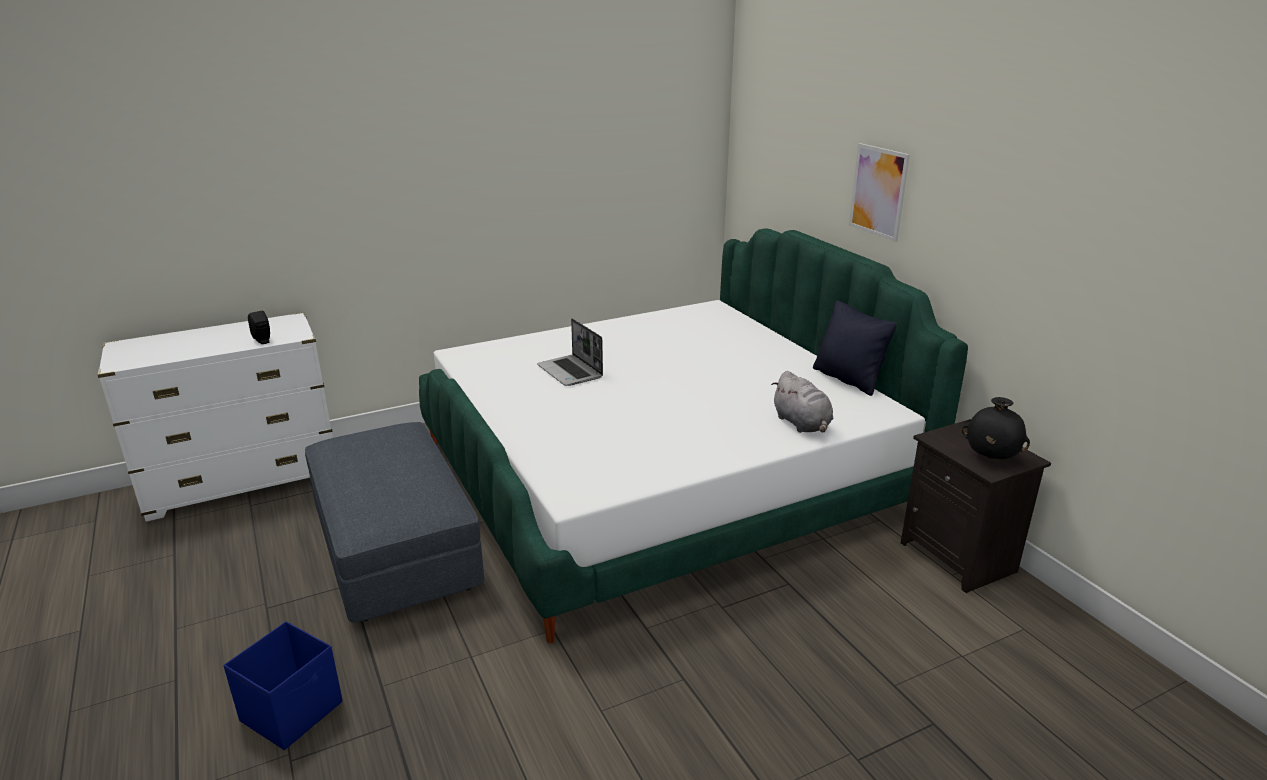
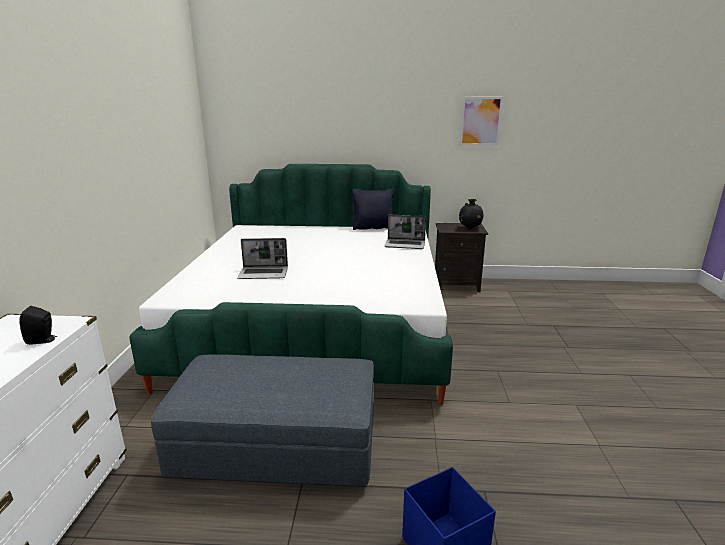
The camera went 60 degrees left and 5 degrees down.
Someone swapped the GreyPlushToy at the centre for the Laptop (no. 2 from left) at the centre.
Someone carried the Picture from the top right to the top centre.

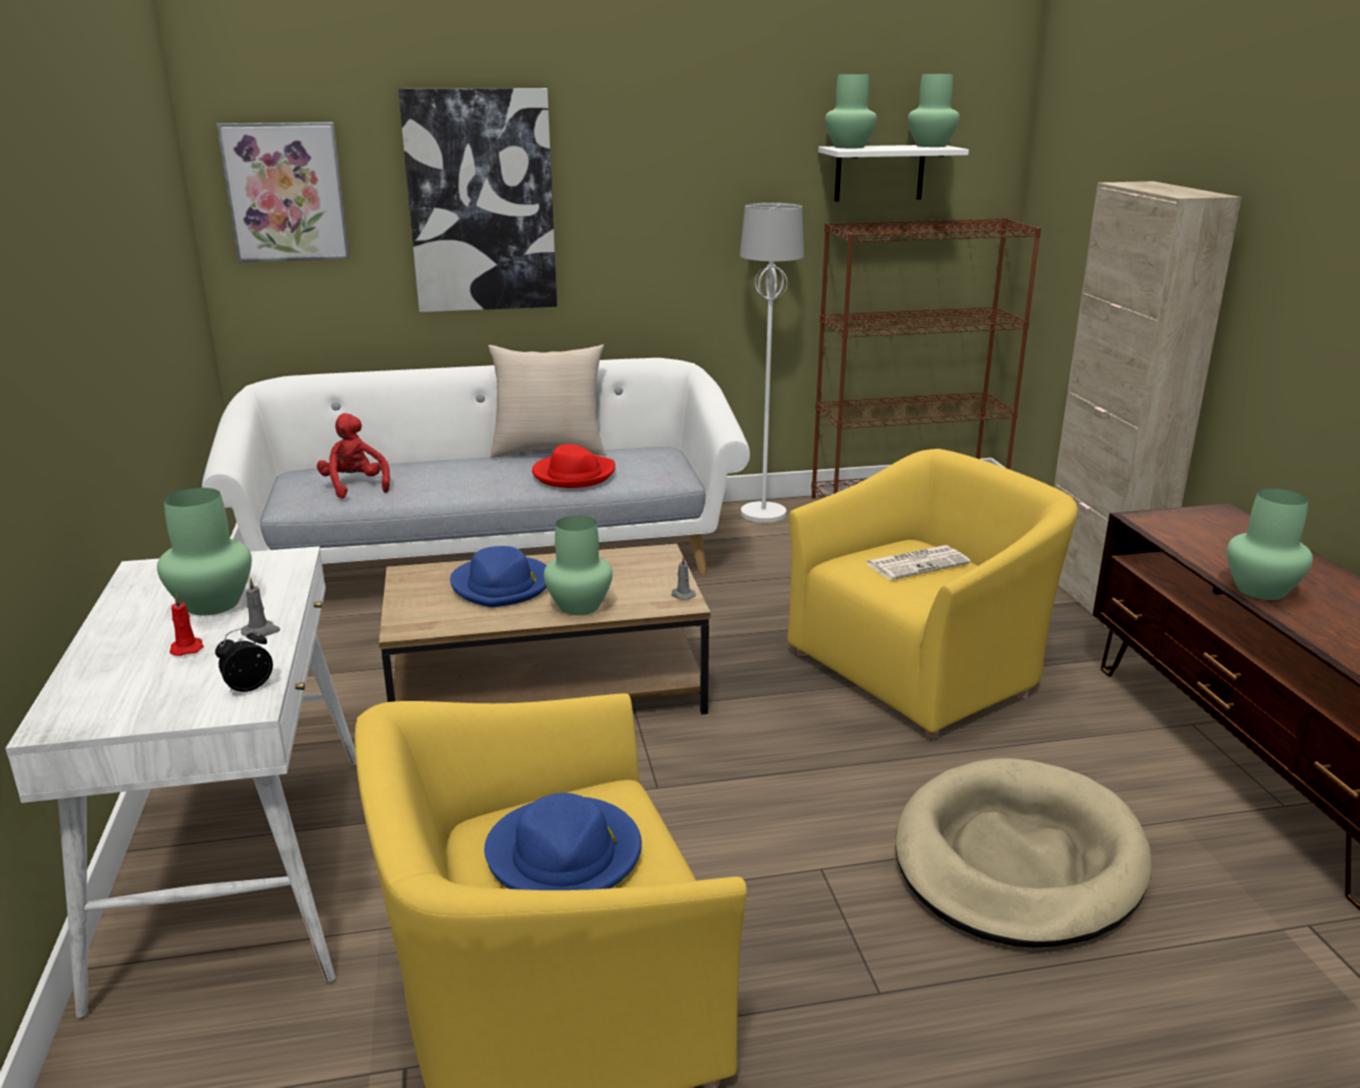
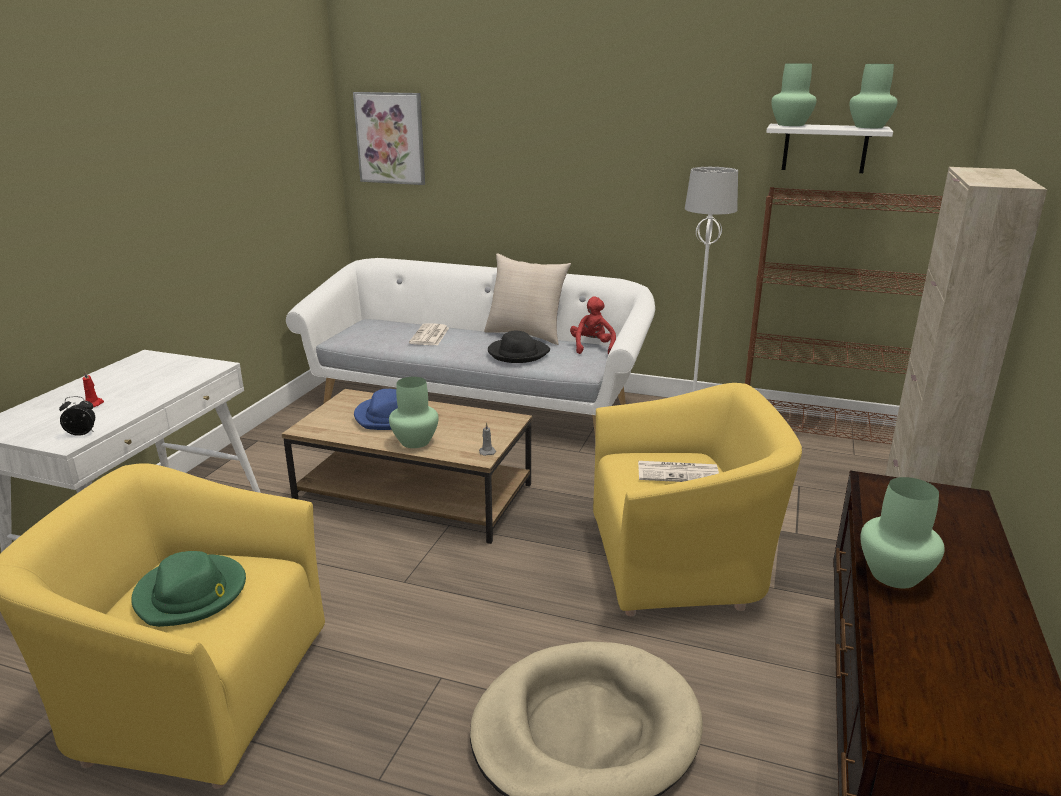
The camera went 30 degrees right and 0 degrees up.
Someone repainted the BlueHat (no. 2 from left) at the bottom centre, which became the GreenHat at the bottom left.
Someone put down the Newspaper (no. 1 from left) at the centre.
Someone repainted the RedHat at the centre, which became the BlackHat at the centre.
Someone carried the RedPlushToy from the middle left to the centre.
Someone took away the GreenVase (no. 1 from left) at the middle left.
Someone took away the GreyCandle (no. 1 from left) at the middle left.
Someone took away the Picture (no. 2 from left) at the top centre.

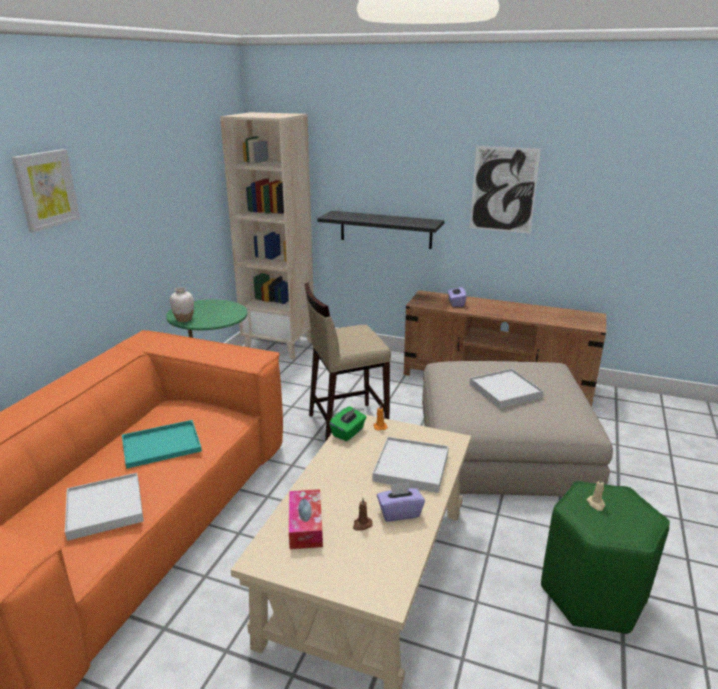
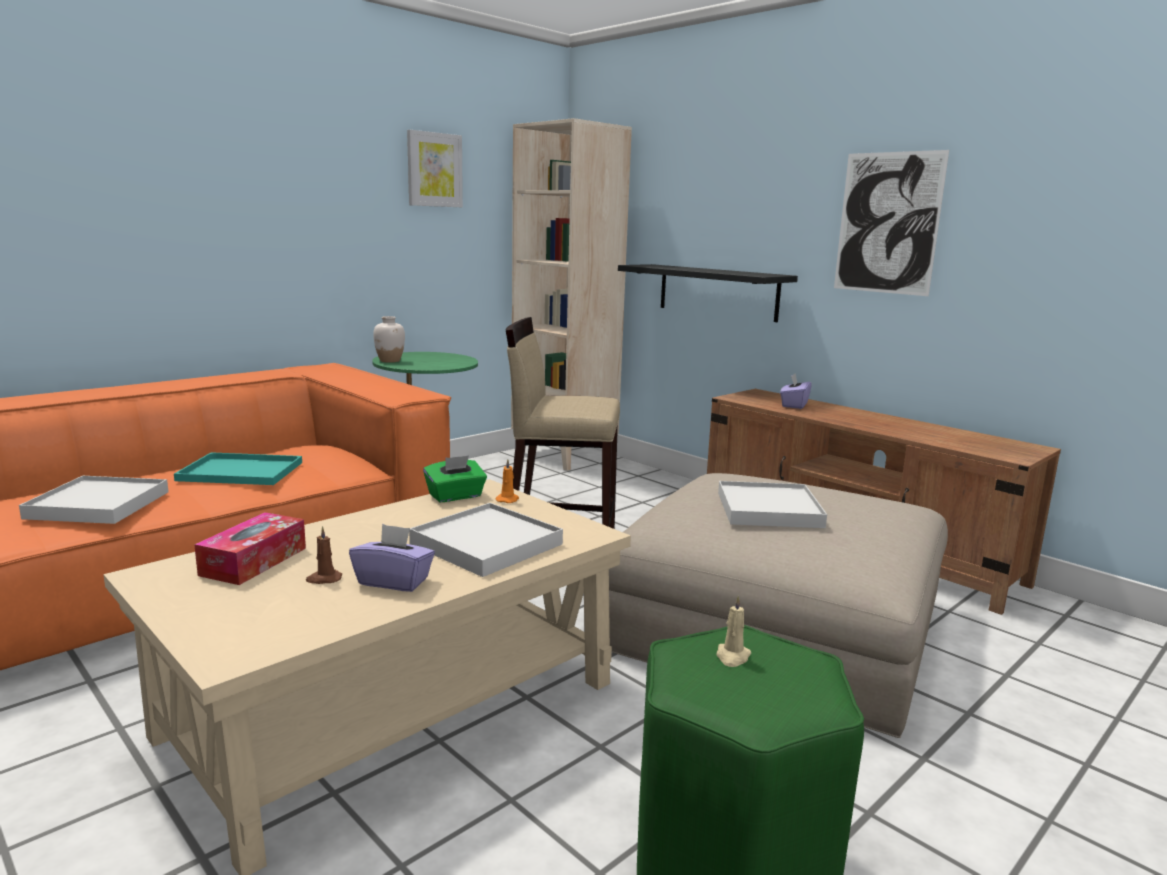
The camera went 25 degrees right and 10 degrees down.
Someone carried the Picture (no. 1 from left) from the top left to the top centre.

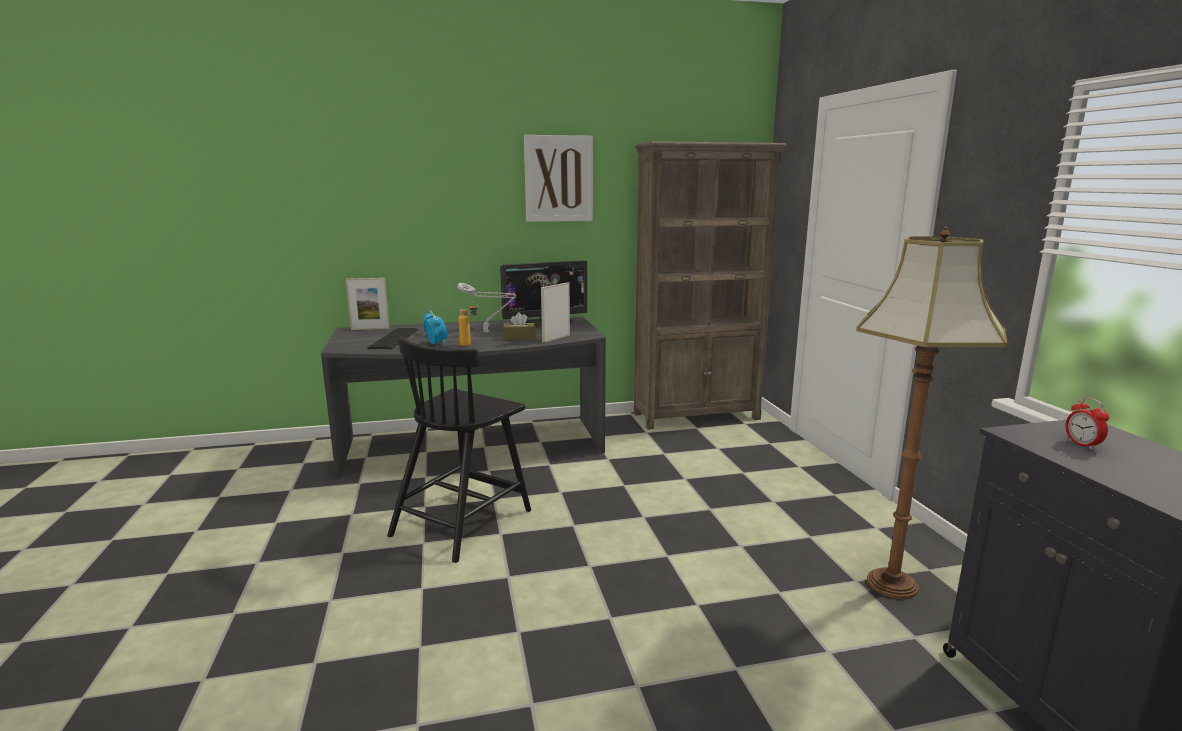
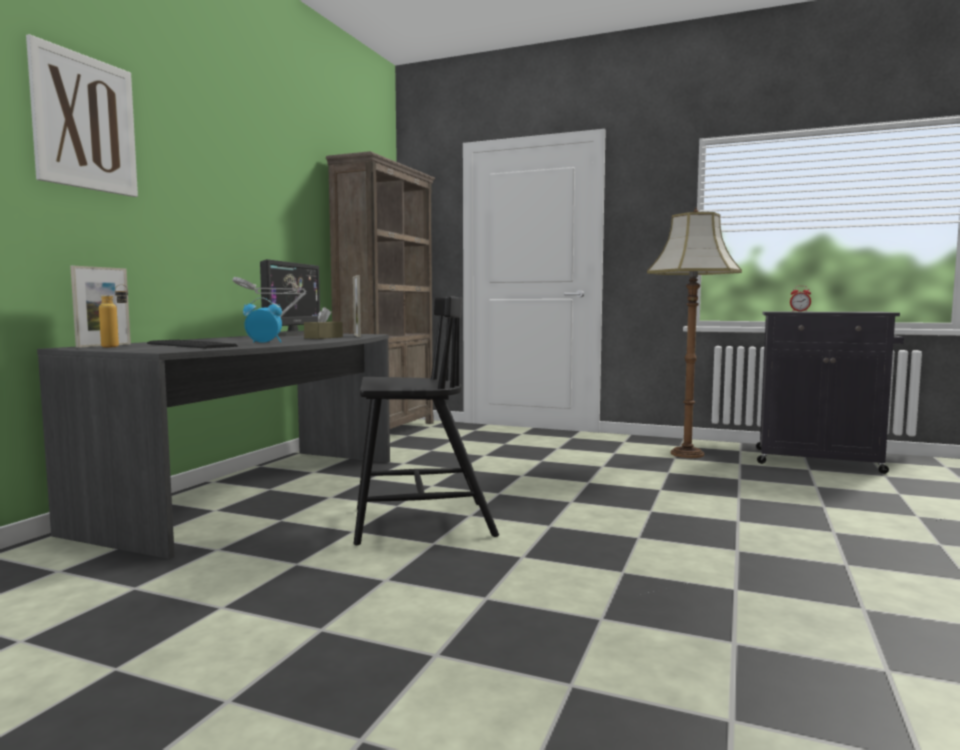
The camera went 55 degrees left and 10 degrees down.
Someone carried the Picture from the top centre to the top left.
Someone carried the Bottle from the centre to the middle left.
Someone rotated the BlackChair at the centre by 75 degrees counterclockwise.

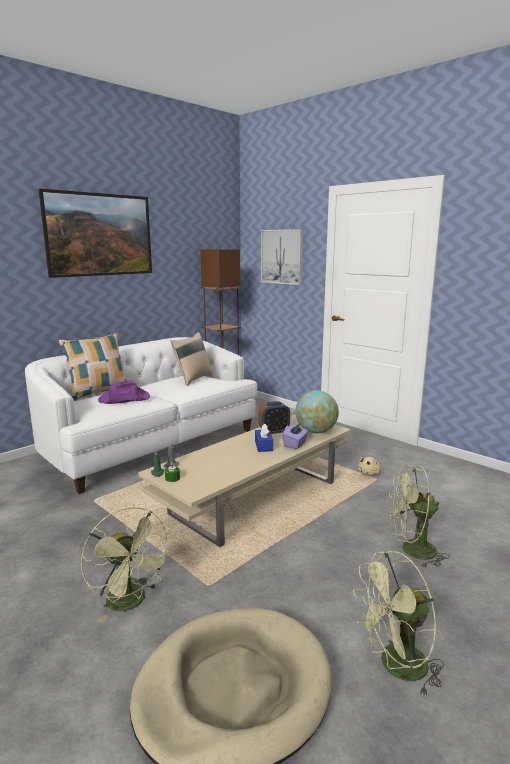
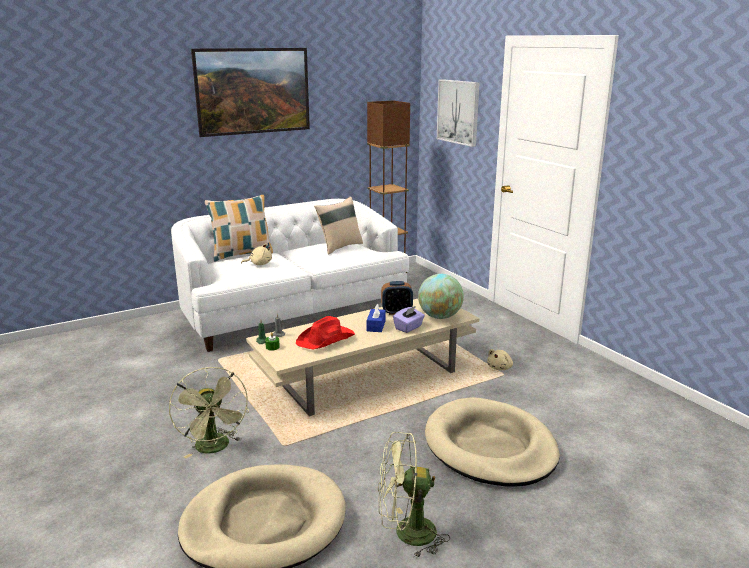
The camera went 15 degrees right and 5 degrees up.
Someone swapped the PurpleHat at the middle left for the BeigePlushToy (no. 1 from left) at the centre.
Someone put down the RedHat at the centre.
Someone swapped the GreenFan (no. 3 from left) at the bottom right for the BeigeDogBed (no. 2 from left) at the bottom centre.

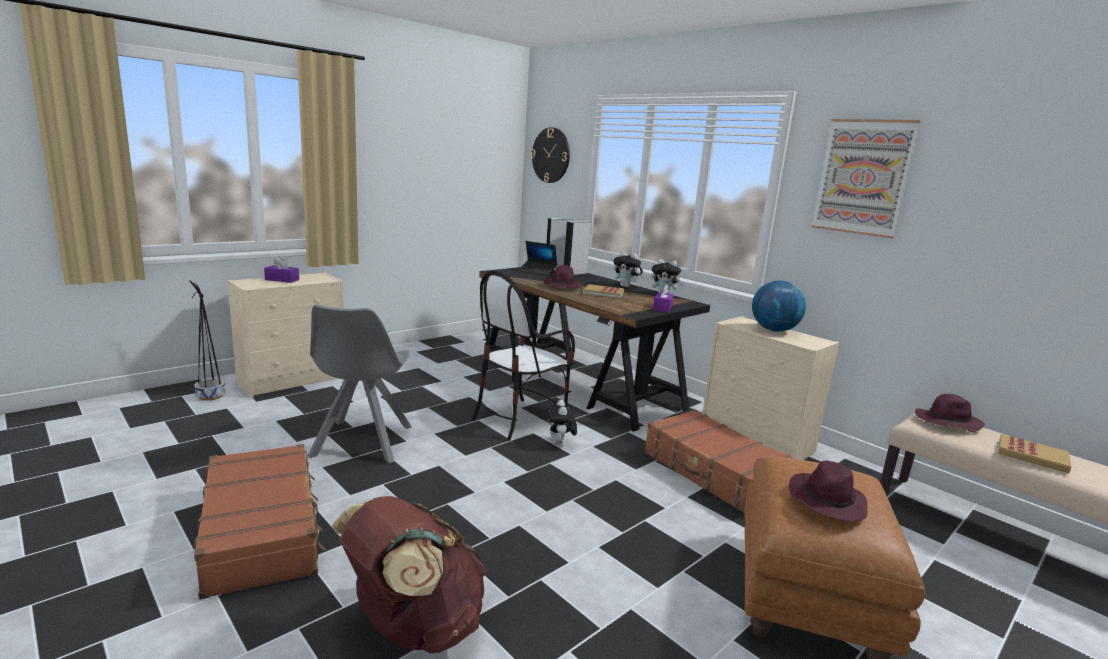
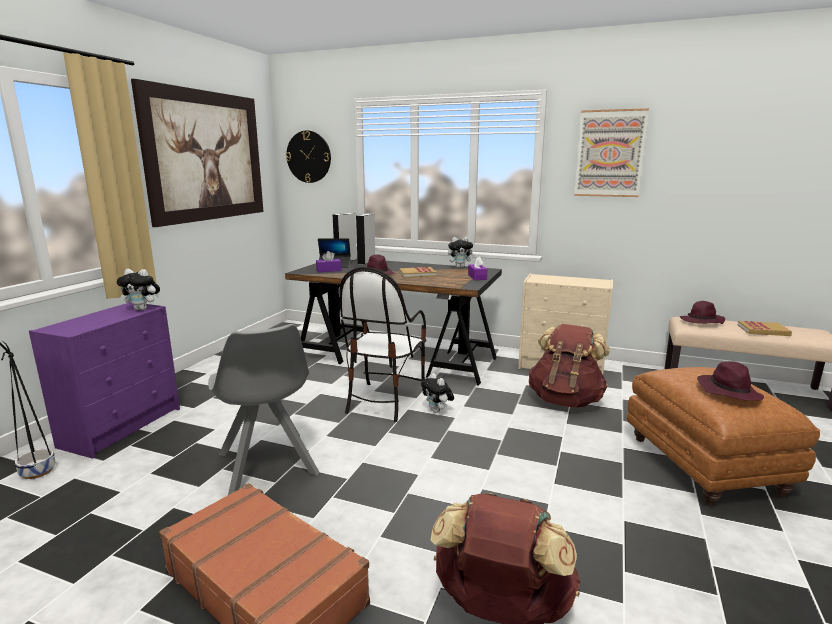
The camera went 25 degrees left and 0 degrees up.
Someone repainted the BeigeDresser (no. 1 from left) at the middle left, which became the PurpleDresser at the middle left.
Someone carried the PlushToy (no. 2 from left in the first image) from the centre to the middle left.
Someone put up the Picture (no. 1 from left) at the top left.
Someone carried the PurpleTissueBox (no. 1 from left) from the middle left to the centre.
Someone swapped the BrownSuitcase (no. 2 from left) at the bottom centre for the BrownBackpack (no. 2 from left) at the middle right.
Someone took away the Globe at the middle right.

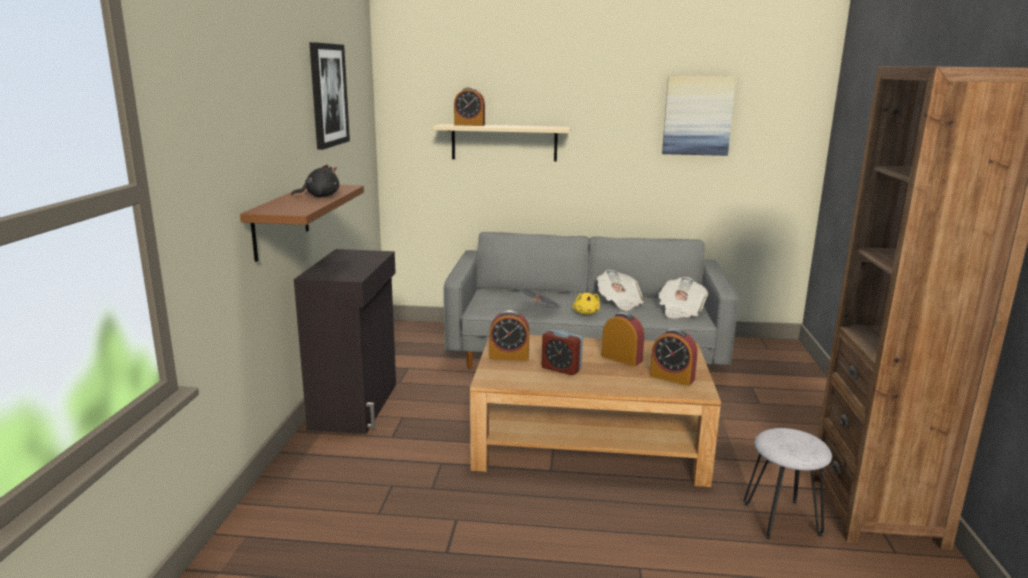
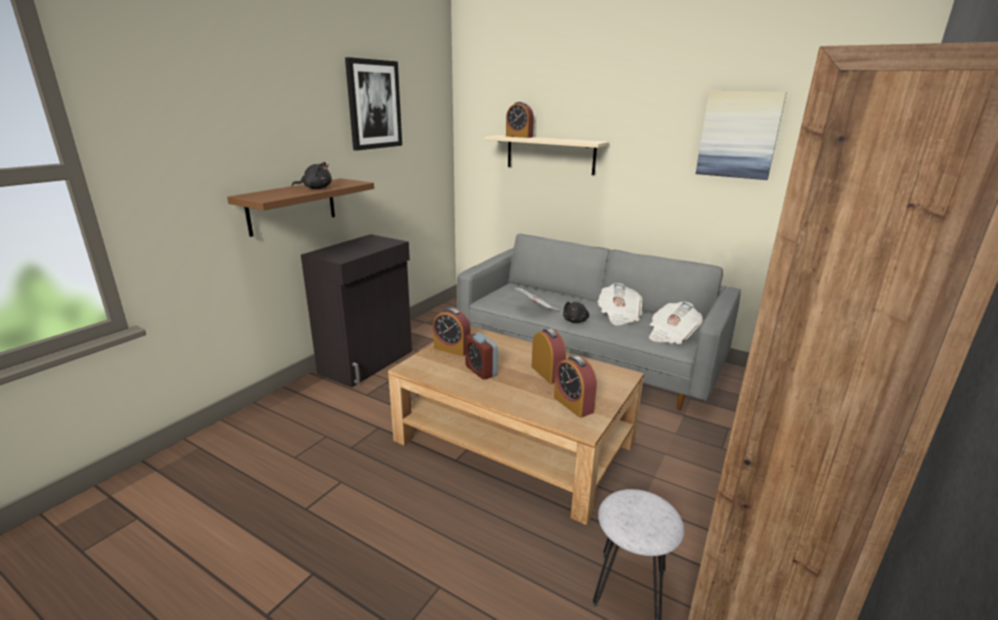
The camera went 25 degrees right and 5 degrees up.
Someone repainted the YellowPlushToy at the centre, which became the BlackPlushToy (no. 2 from left) at the centre.

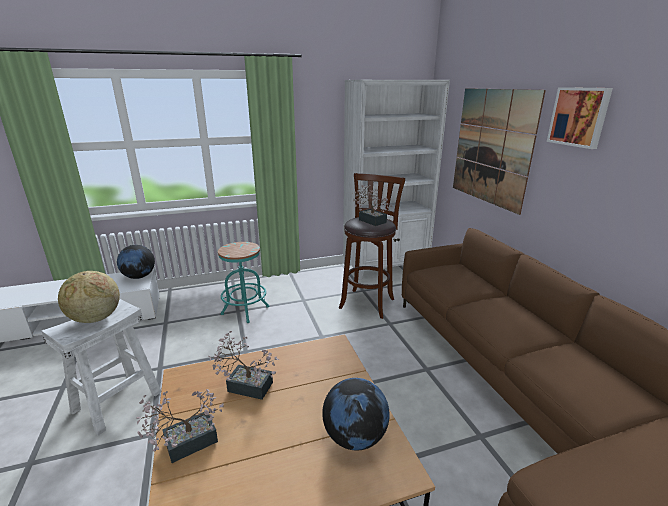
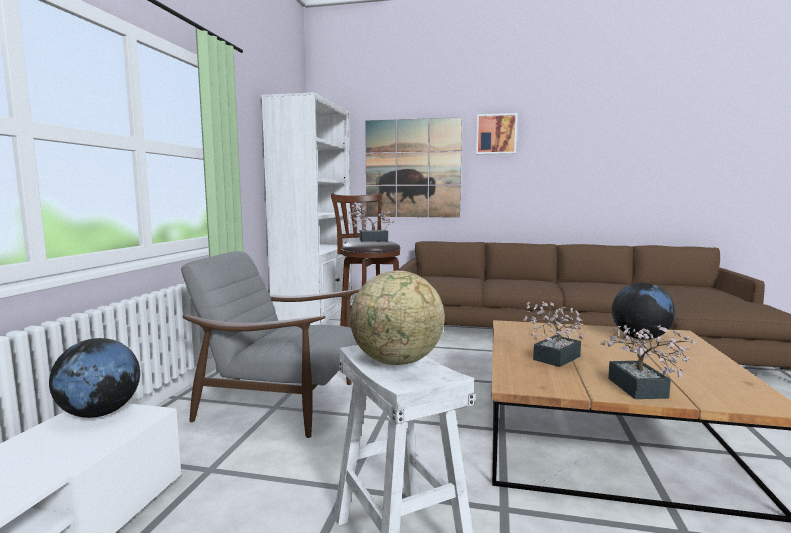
The camera went 60 degrees left and 15 degrees down.
Someone swapped the TurquoiseStool at the centre for the GreyArmchair at the centre.

